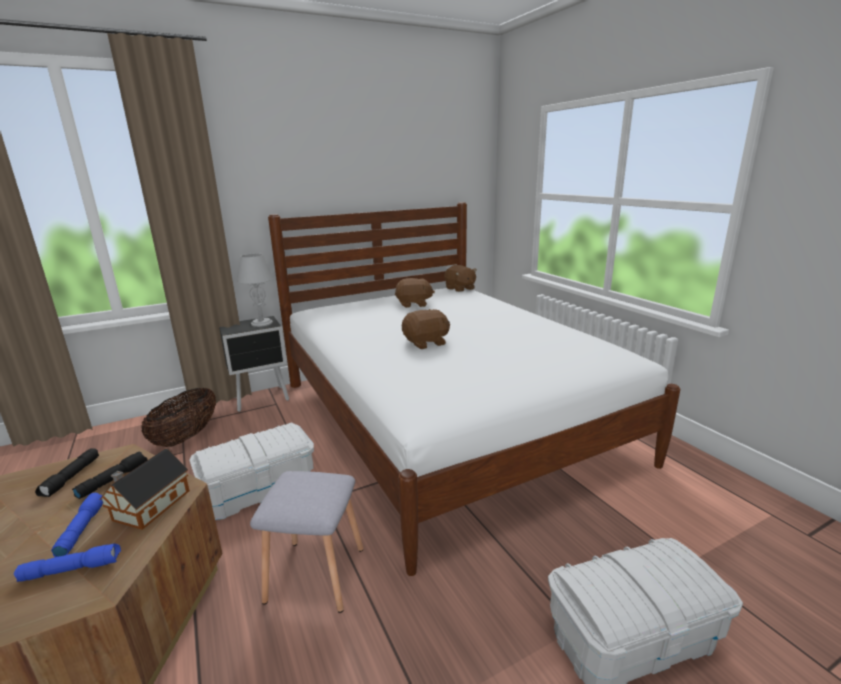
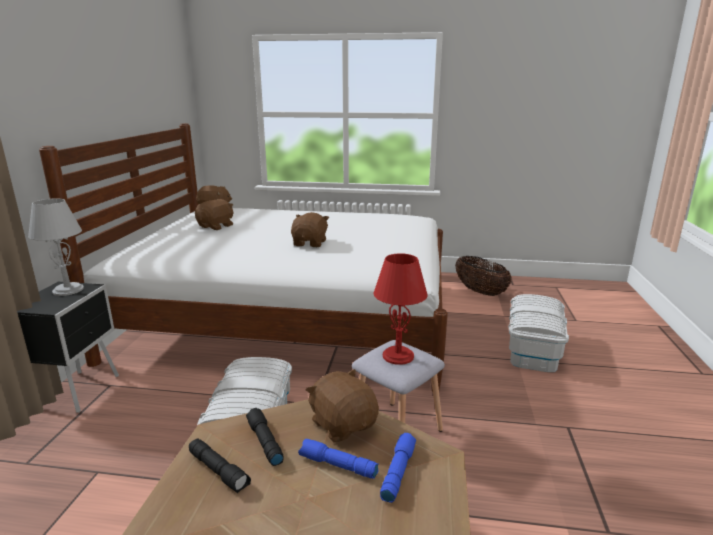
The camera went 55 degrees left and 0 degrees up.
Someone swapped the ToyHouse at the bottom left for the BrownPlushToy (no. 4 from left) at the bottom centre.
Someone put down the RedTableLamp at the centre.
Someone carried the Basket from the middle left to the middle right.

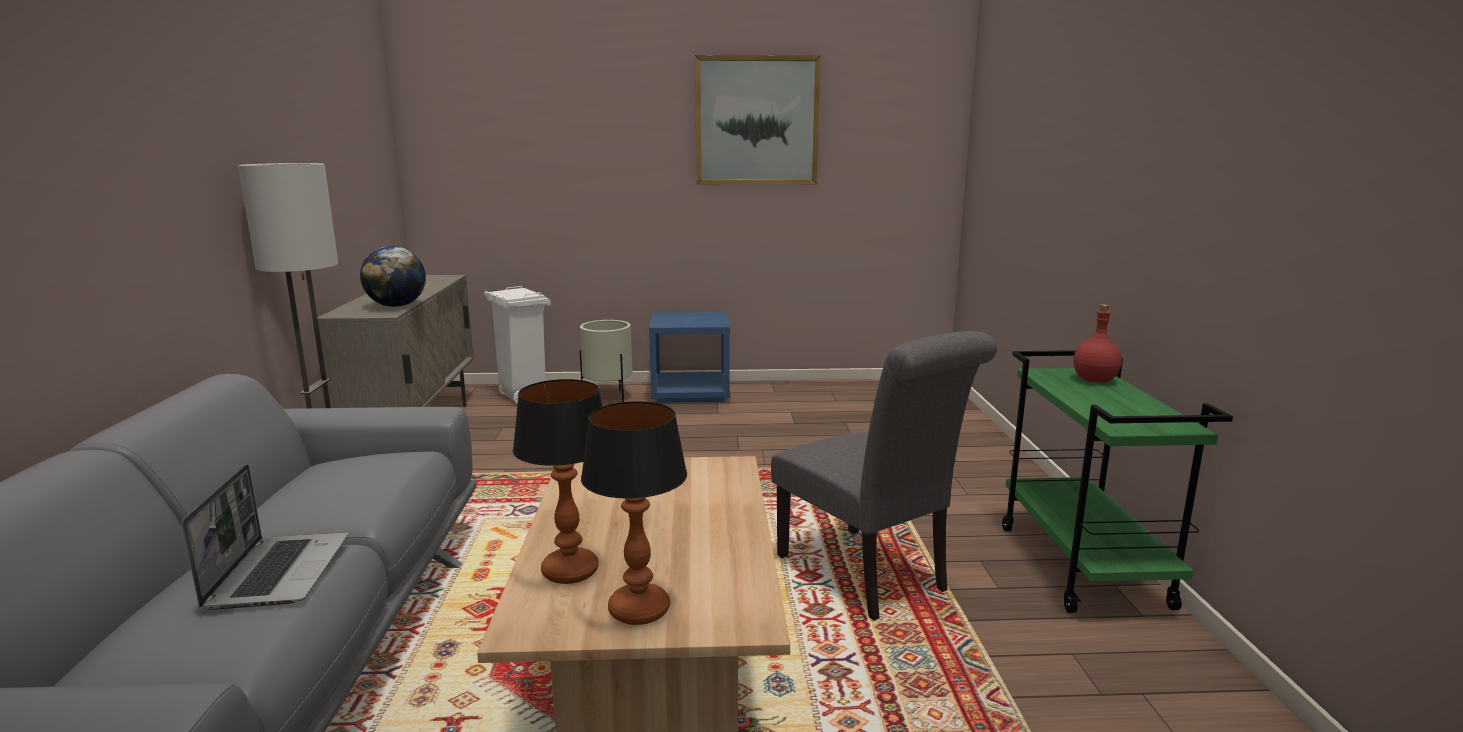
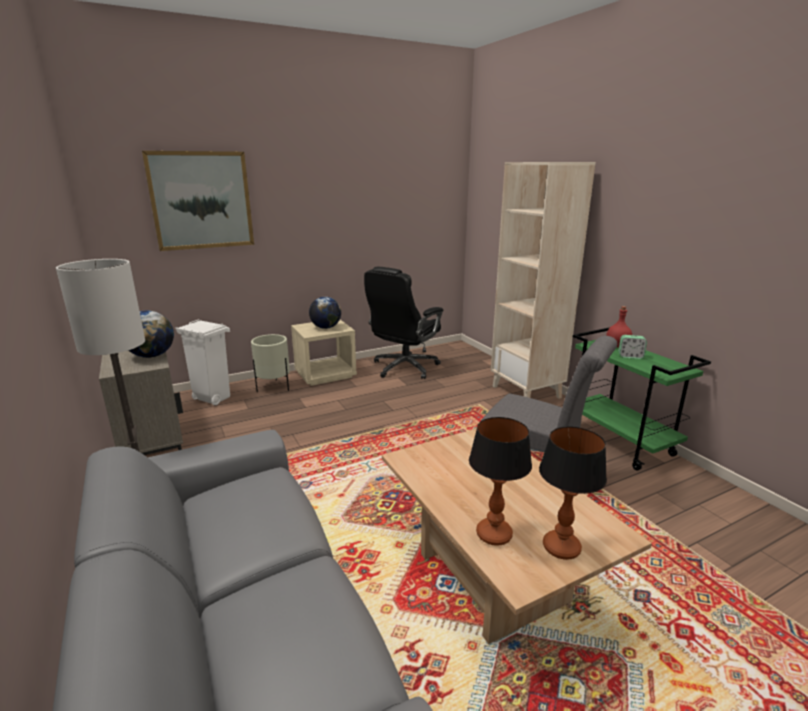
The camera went 25 degrees left and 5 degrees up.
Someone carried the Picture from the top centre to the top left.
Someone repainted the BlueNightstand at the centre, which became the BeigeNightstand at the centre.
Someone put down the Globe (no. 2 from left) at the centre.
Someone put down the BlackOfficeChair at the centre.
Someone put down the BeigeBookcase at the middle right.
Someone put down the AlarmClock at the middle right.
Someone took away the Laptop at the bottom left.

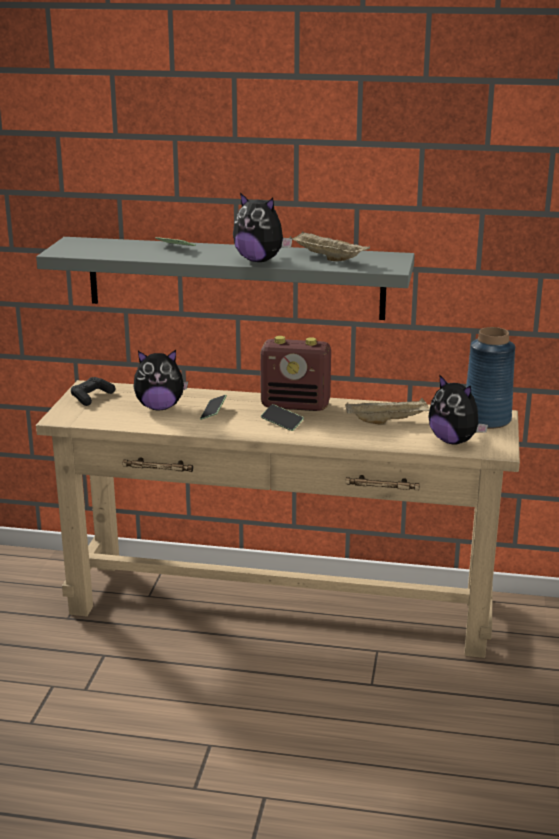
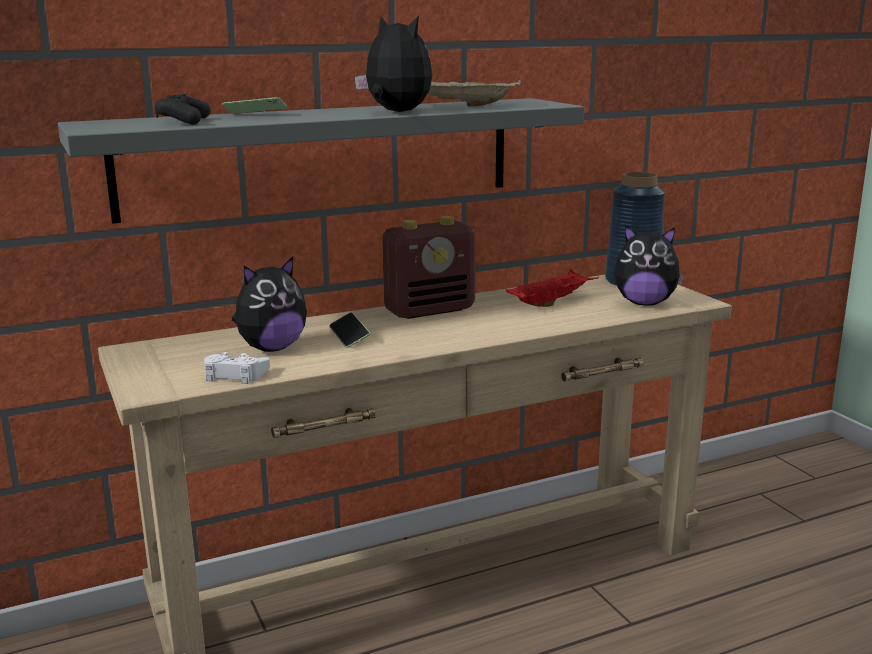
The camera went 35 degrees left and 5 degrees down.
Someone carried the BlackGameController from the middle left to the top left.
Someone put down the WhiteGameController at the middle left.
Someone rotated the PlushToy (no. 2 from left) at the top centre by 135 degrees counterclockwise.
Someone repainted the BeigeTray (no. 2 from left) at the middle right, which became the RedTray at the centre.
Someone took away the Phone (no. 3 from left) at the centre.

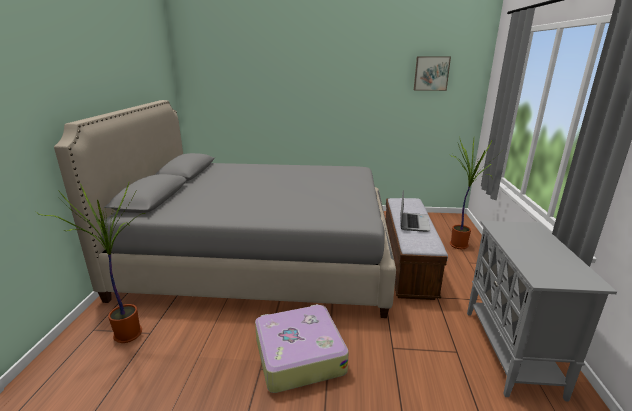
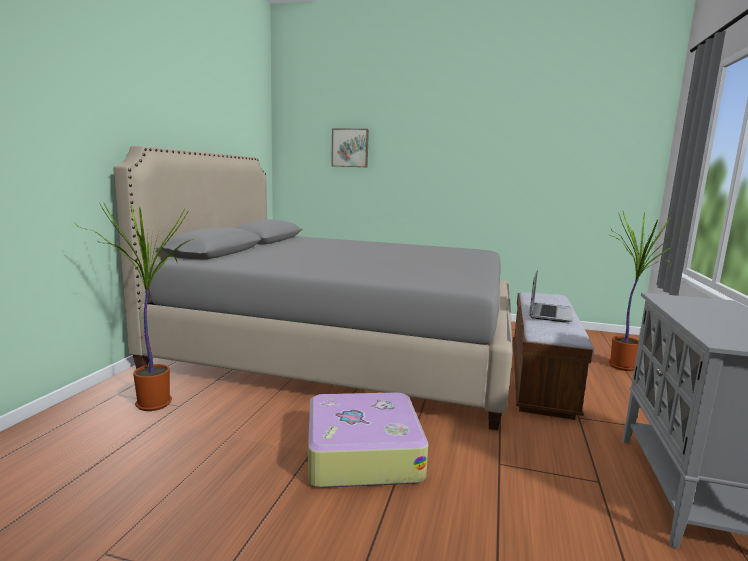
The camera went 10 degrees right and 10 degrees down.
Someone carried the Picture from the top right to the top centre.

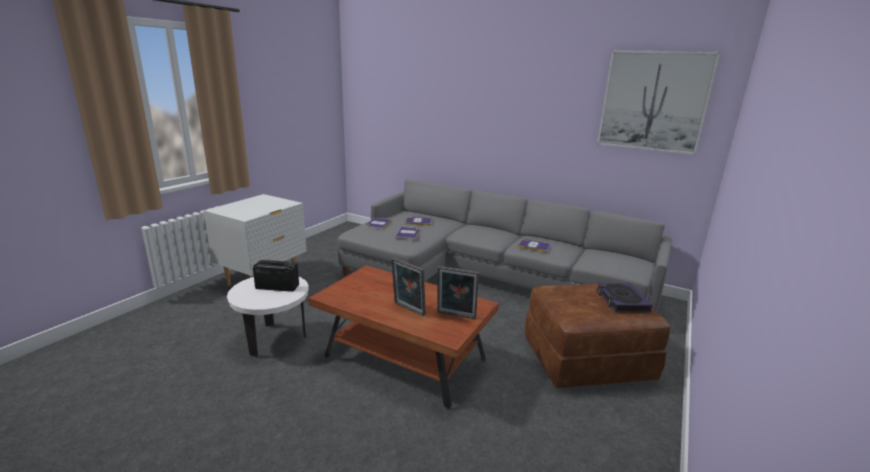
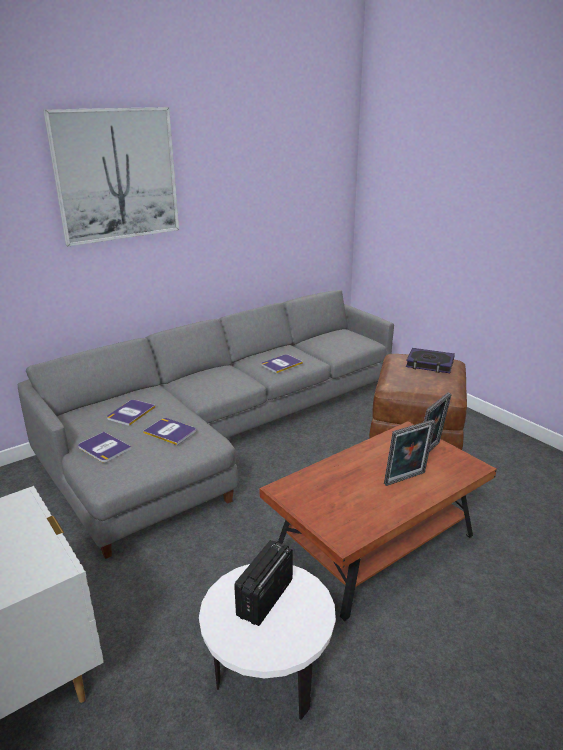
The camera went 65 degrees left and 5 degrees up.
Someone carried the Picture from the top right to the top left.

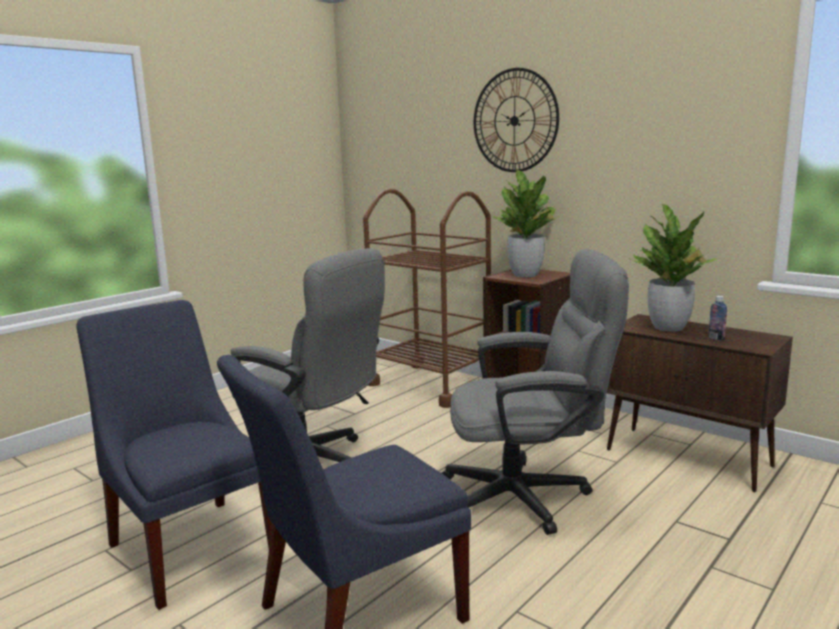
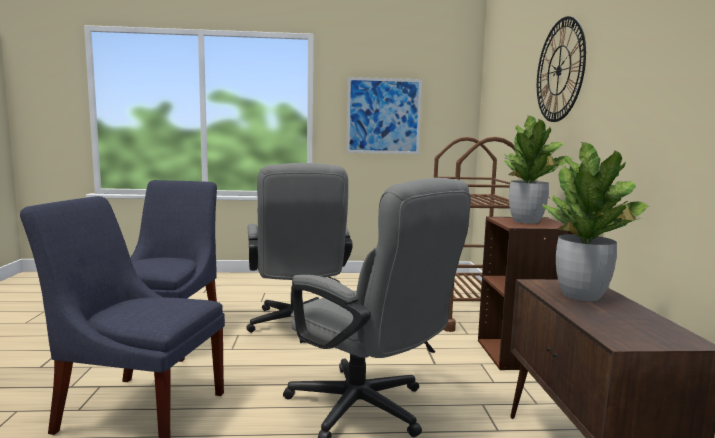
The camera went 45 degrees right and 5 degrees down.
Someone put up the Picture at the top centre.
Someone took away the Bottle at the middle right.

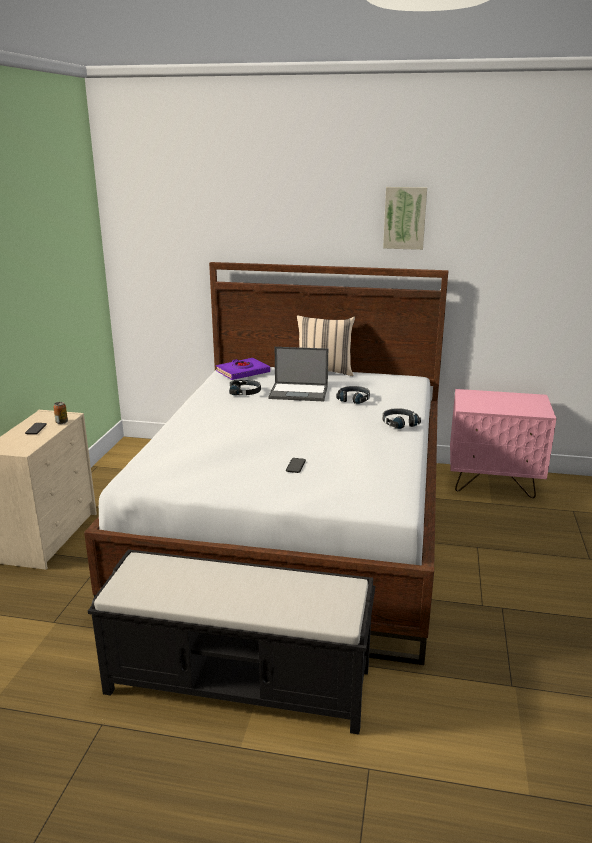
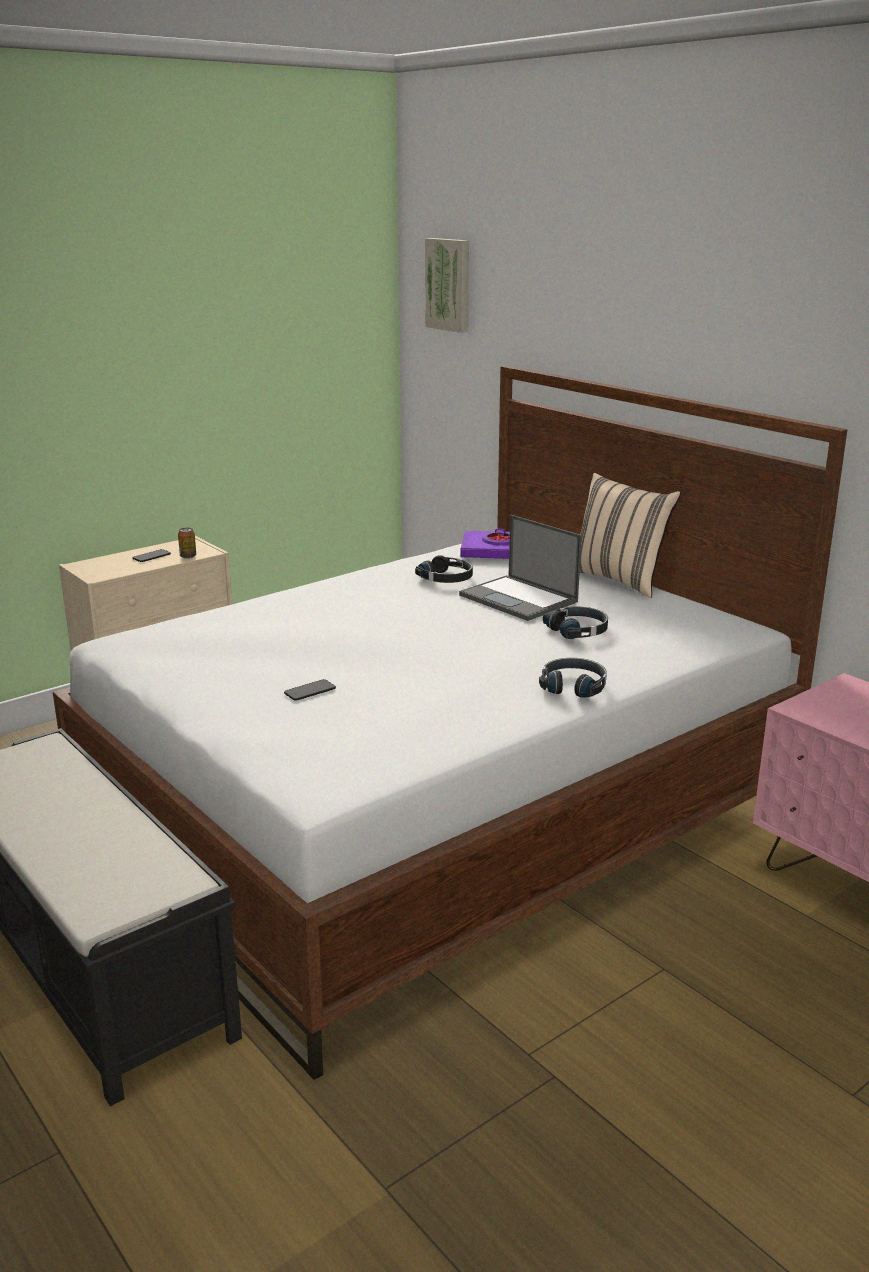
The camera went 40 degrees right and 0 degrees up.
Someone carried the Picture from the top right to the top centre.

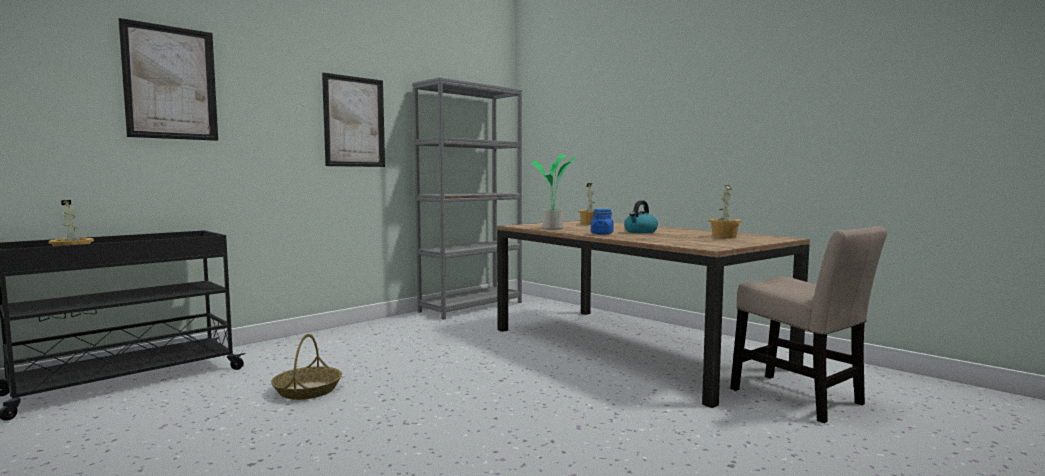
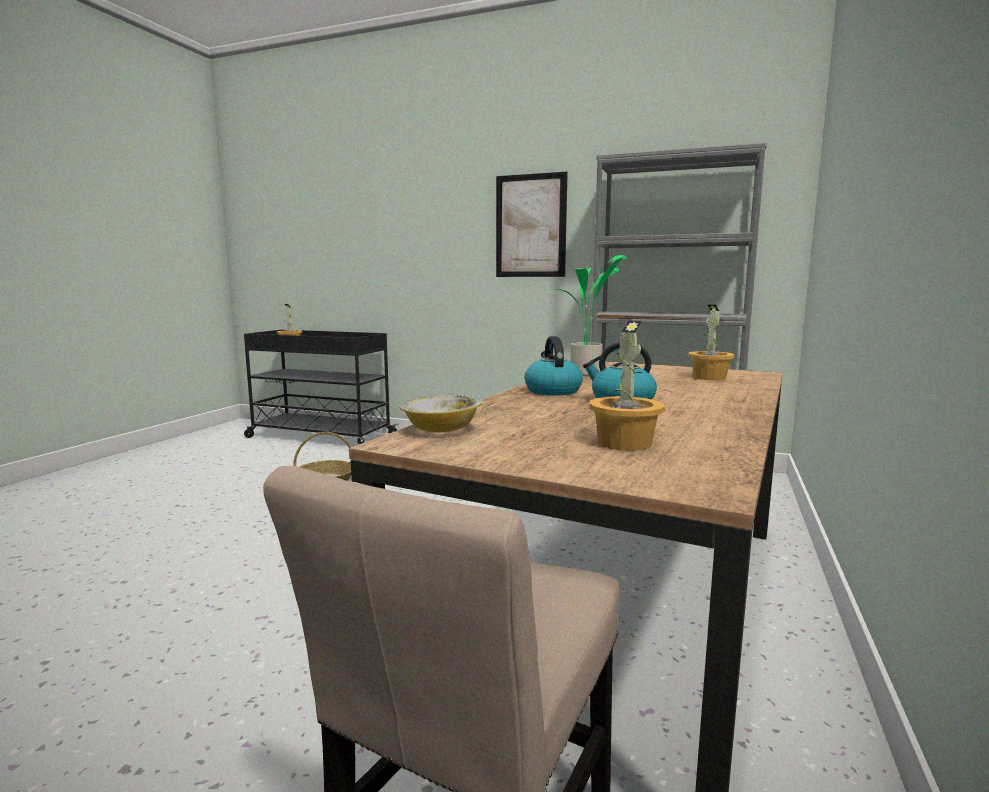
The camera went 65 degrees right and 5 degrees up.
Someone put down the Bowl at the centre.
Someone swapped the BlueJar at the centre for the Kettle (no. 1 from left) at the centre.
Someone took away the Picture (no. 1 from left) at the top left.

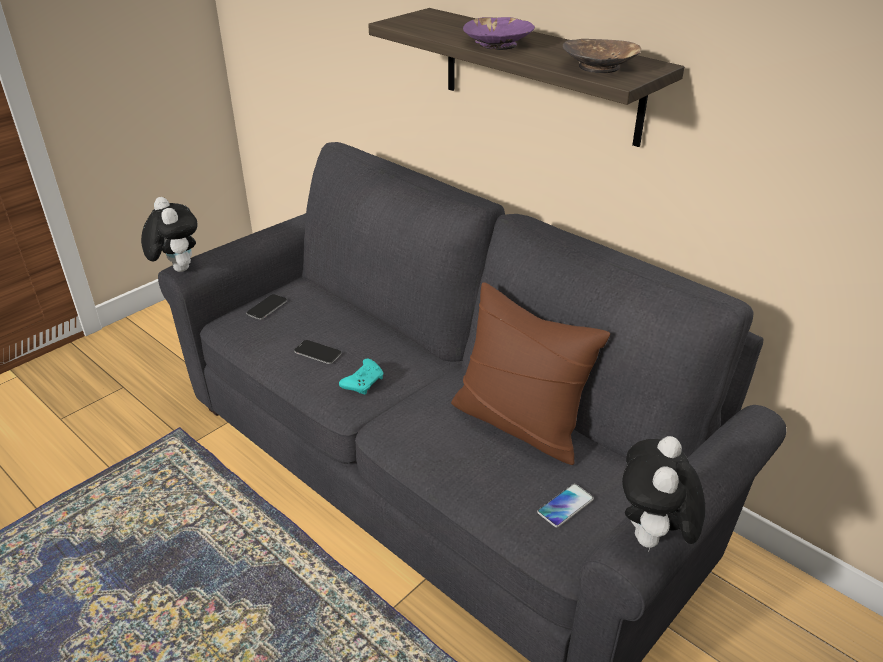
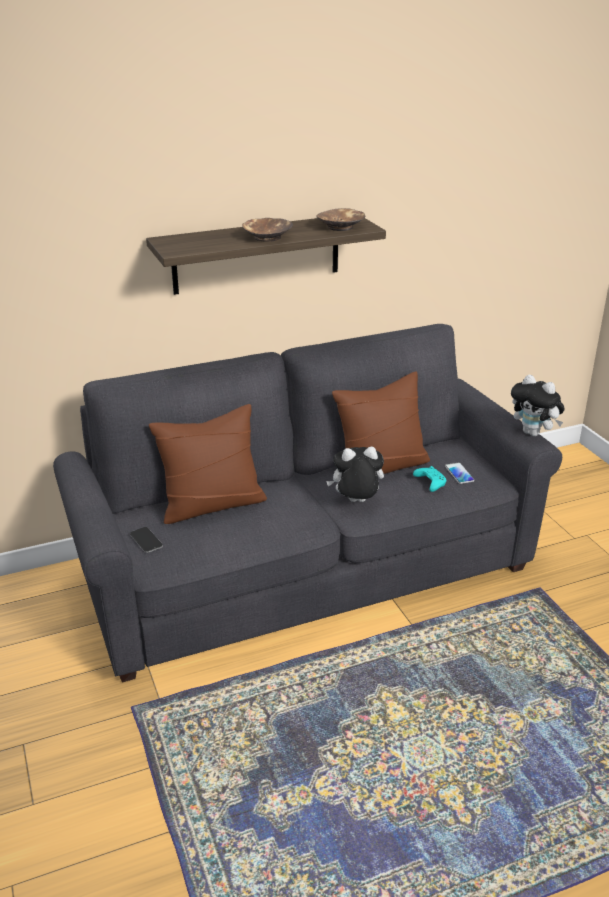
The camera went 65 degrees left and 5 degrees down.
Someone put down the BrownPillow (no. 1 from left) at the centre.
Someone repainted the PurpleBowl at the top centre, which became the BrownBowl (no. 1 from left) at the top centre.
Someone carried the PlushToy (no. 1 from left) from the middle left to the centre.
Someone carried the TurquoiseGameController from the centre to the middle right.
Someone took away the Phone (no. 2 from left) at the centre.

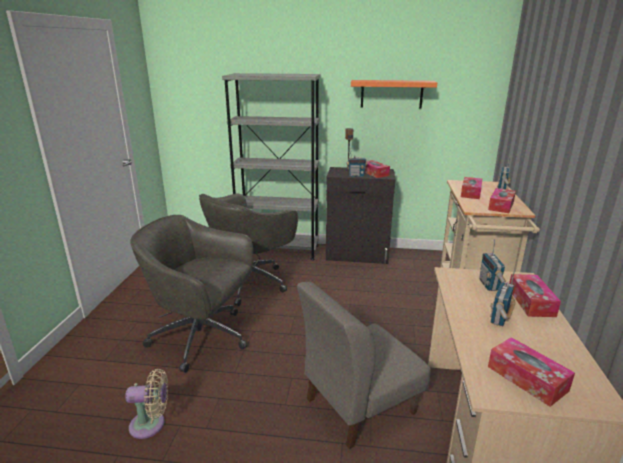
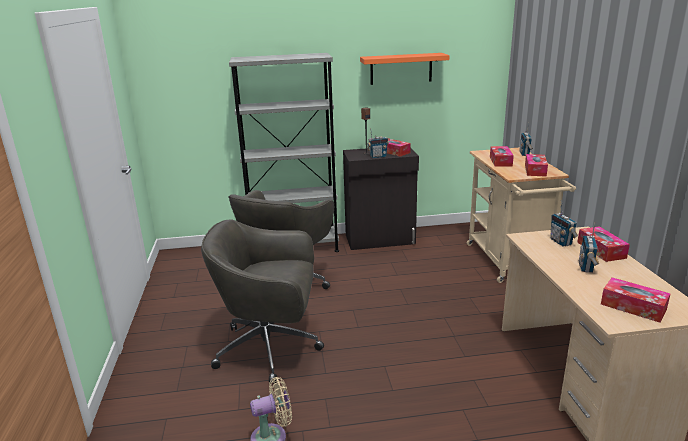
The camera went 15 degrees left and 0 degrees up.
Someone took away the GreyChair at the bottom centre.

